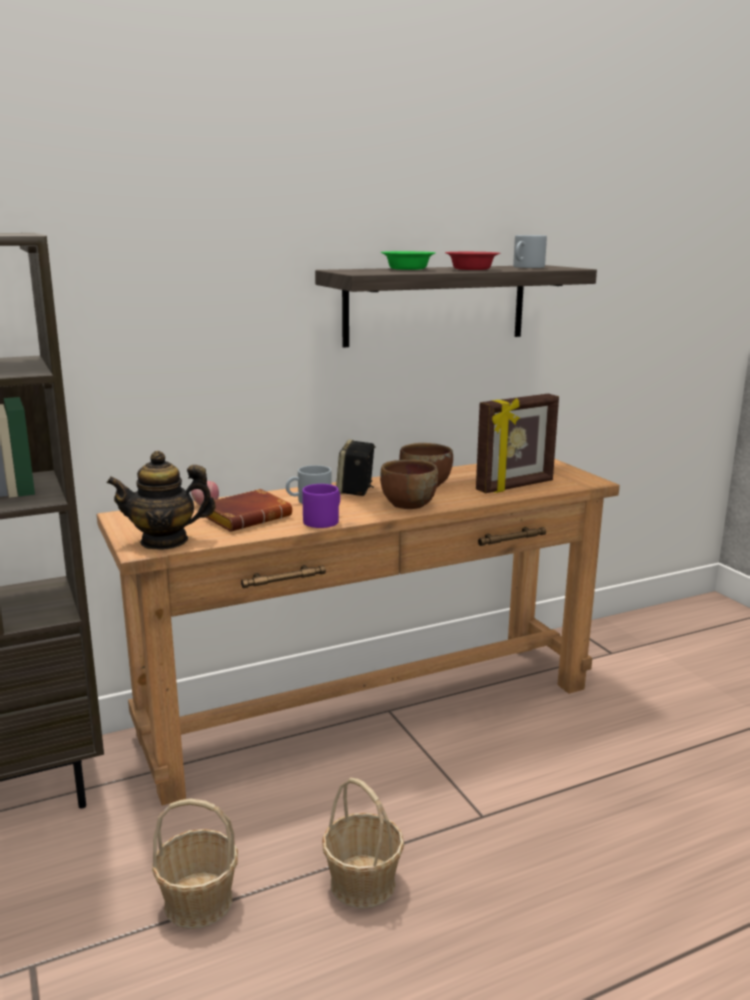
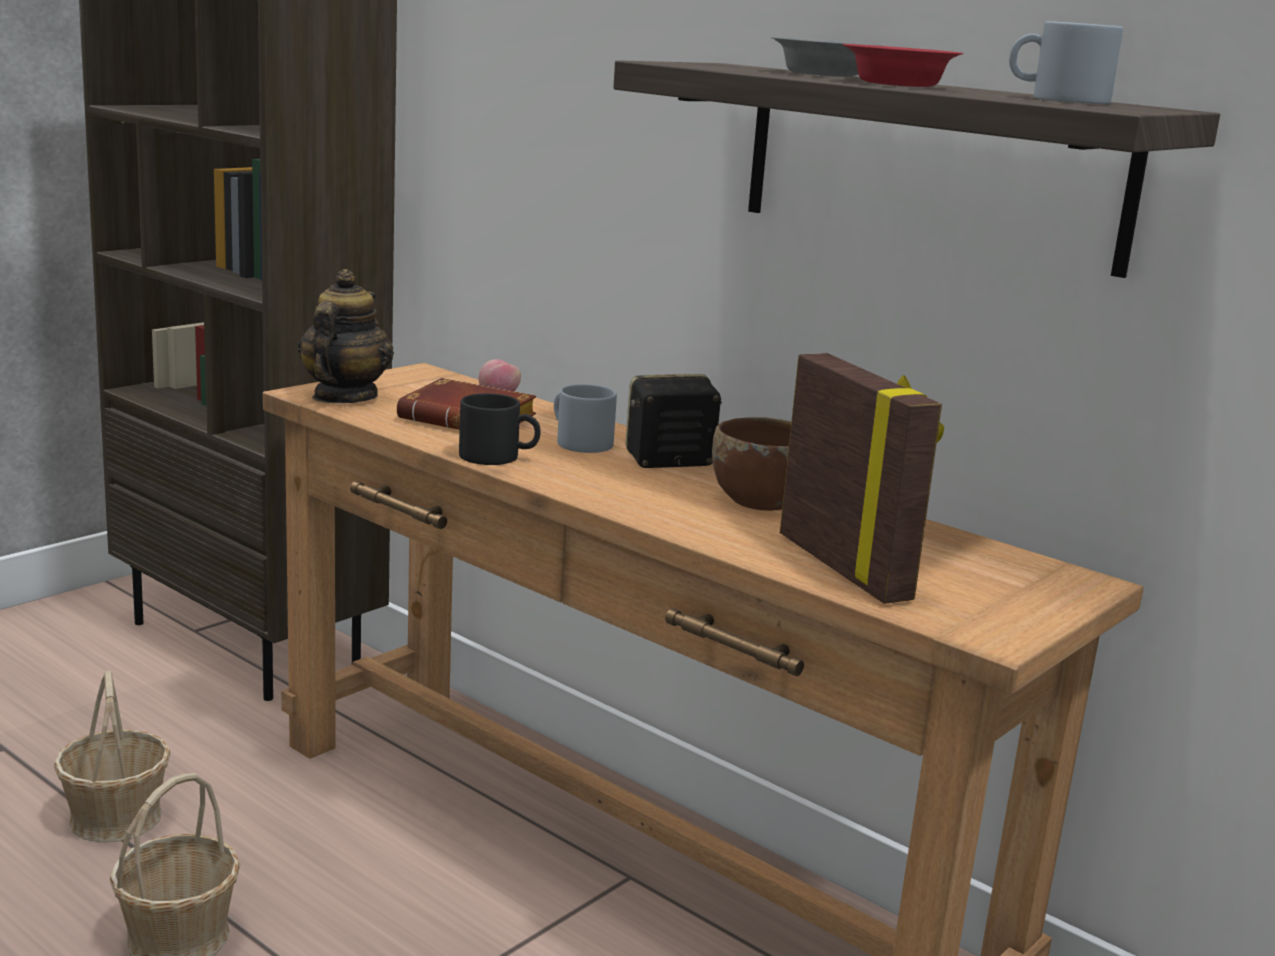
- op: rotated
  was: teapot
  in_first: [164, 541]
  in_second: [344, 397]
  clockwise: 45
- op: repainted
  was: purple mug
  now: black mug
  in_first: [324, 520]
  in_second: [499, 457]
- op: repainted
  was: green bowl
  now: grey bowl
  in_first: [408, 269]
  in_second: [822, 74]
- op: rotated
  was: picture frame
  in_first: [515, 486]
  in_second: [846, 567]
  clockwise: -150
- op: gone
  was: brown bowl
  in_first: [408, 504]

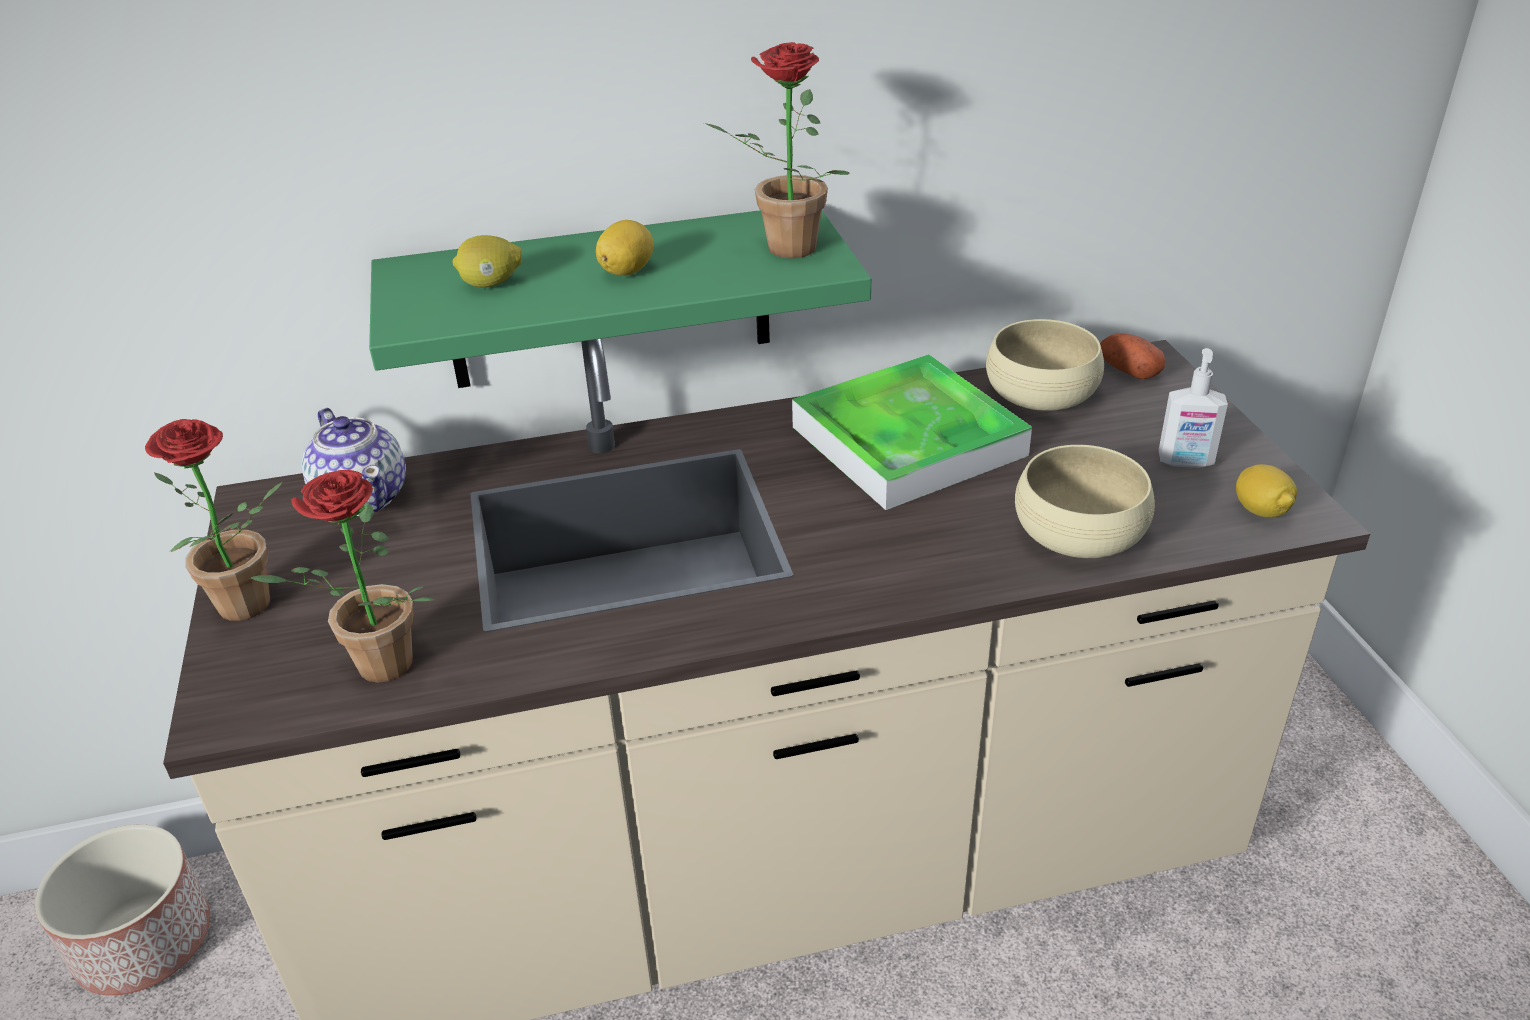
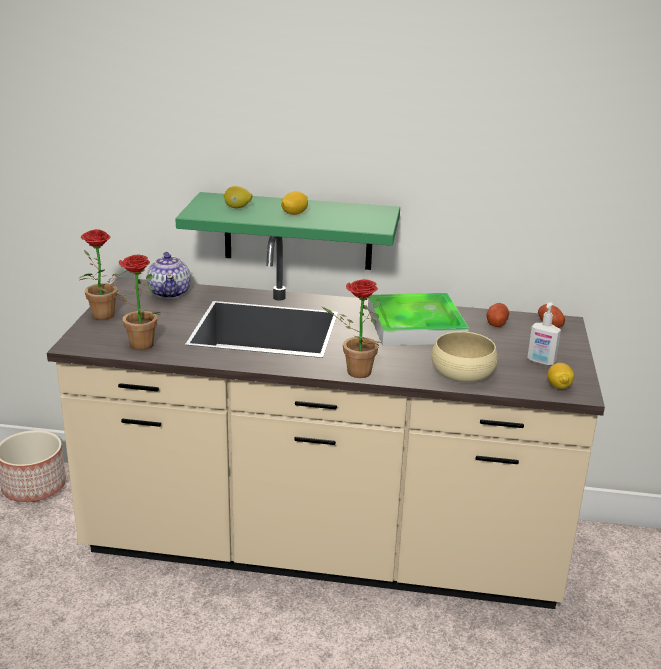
- op: shifted
  was: potted plant
  in_first: [782, 250]
  in_second: [353, 372]
- op: swapped
  was: beige bowl
  now: potato
  in_first: [1041, 394]
  in_second: [496, 323]

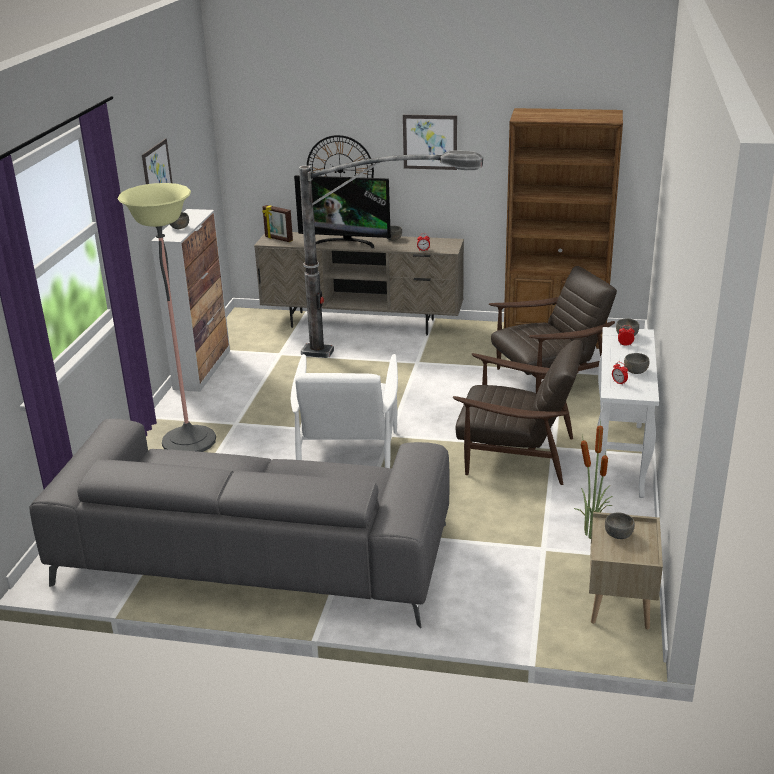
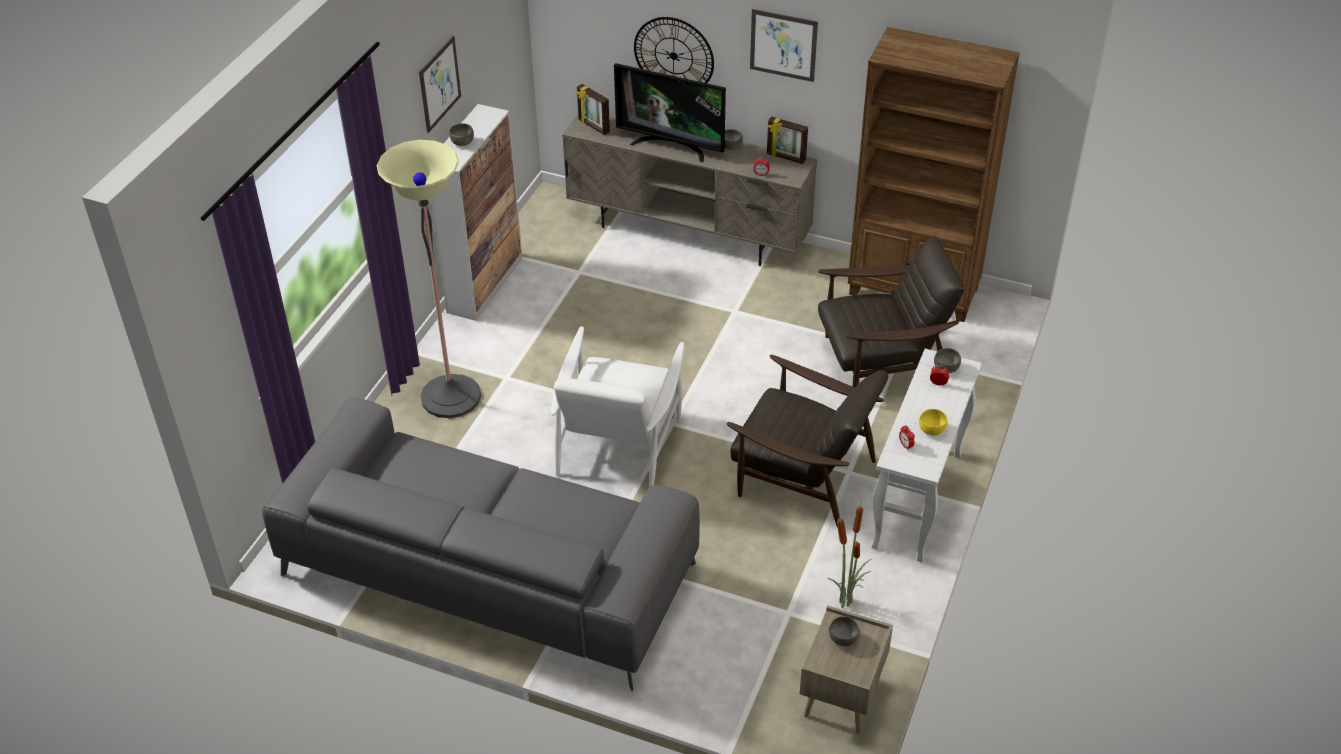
- op: new
  now: picture frame
  in_second: [785, 157]
- op: repainted
  was: grey bowl
  now: yellow bowl
  in_first: [635, 371]
  in_second: [931, 429]
- op: gone
  was: floor lamp
  in_first: [389, 358]

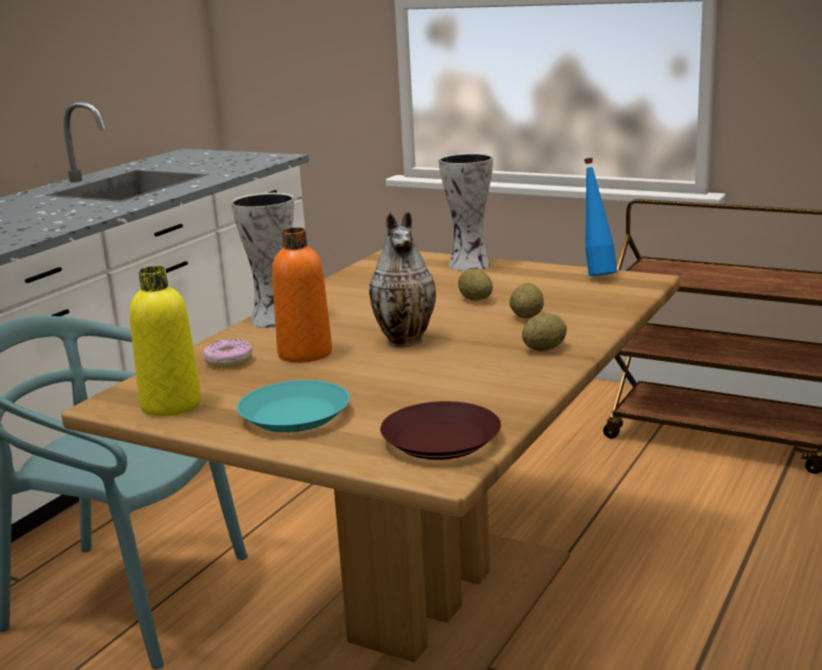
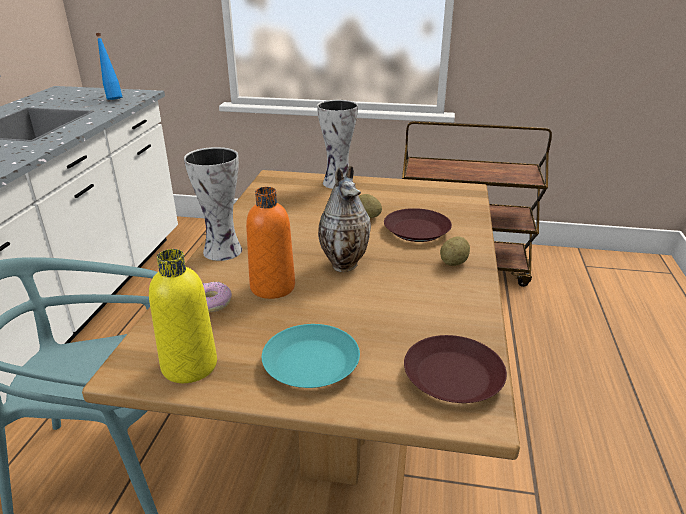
- op: shifted
  was: blue bottle
  in_first: [596, 274]
  in_second: [113, 99]
- op: swapped
  was: potato
  now: brown plate
  in_first: [527, 316]
  in_second: [416, 230]

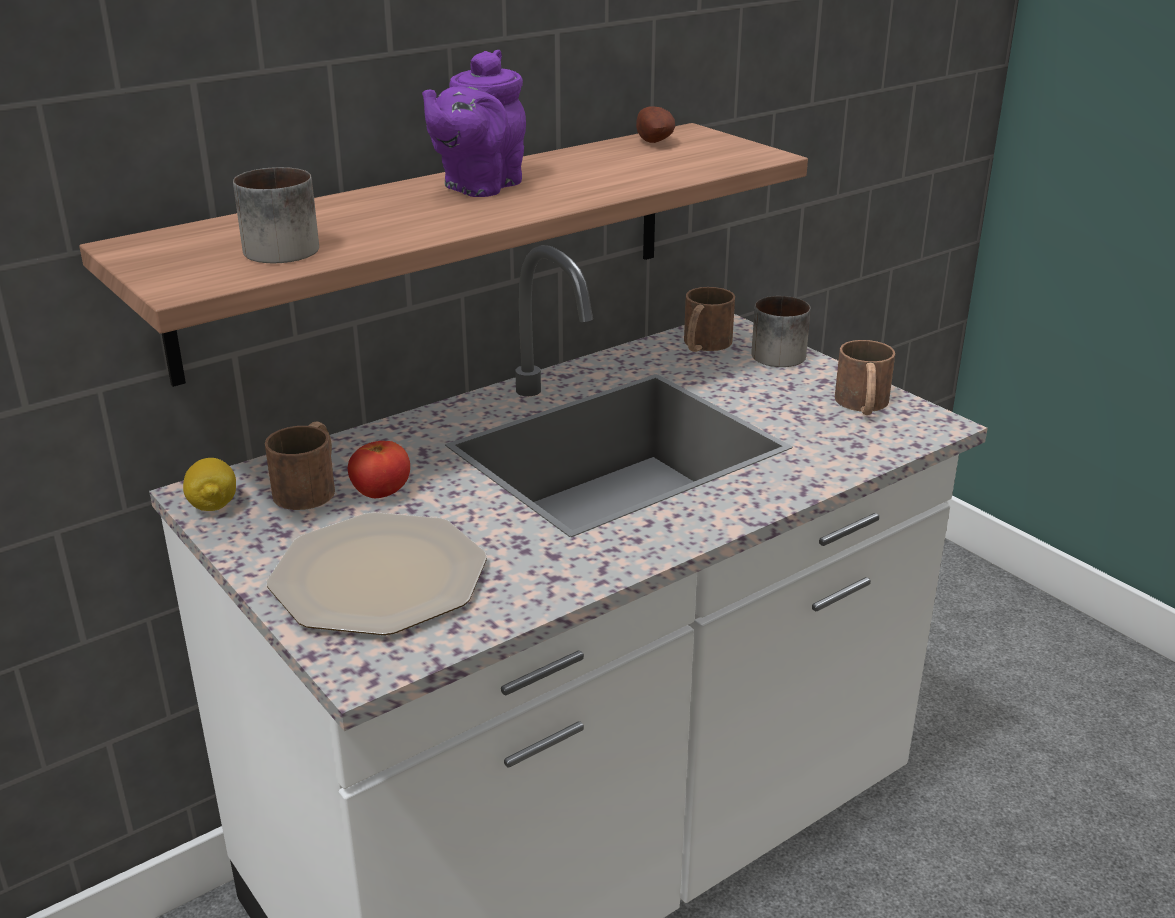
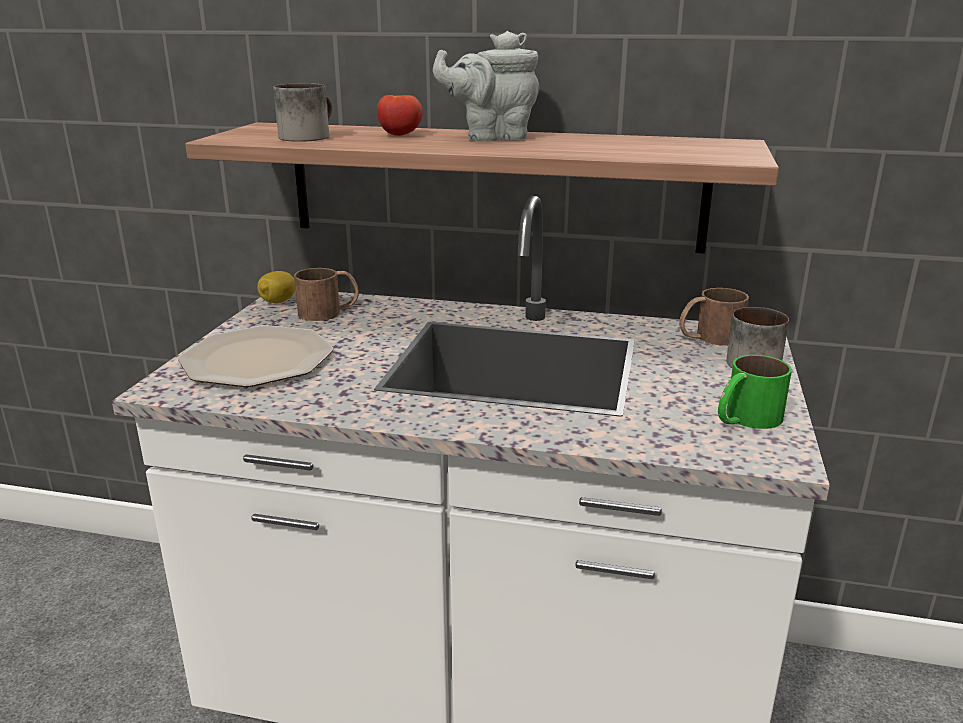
- op: shifted
  was: tomato
  in_first: [381, 493]
  in_second: [400, 135]
- op: repainted
  was: purple teapot
  now: grey teapot
  in_first: [478, 187]
  in_second: [492, 137]
- op: repainted
  was: brown mug
  now: green mug
  in_first: [863, 405]
  in_second: [745, 419]
- op: gone
  was: potato
  in_first: [655, 141]

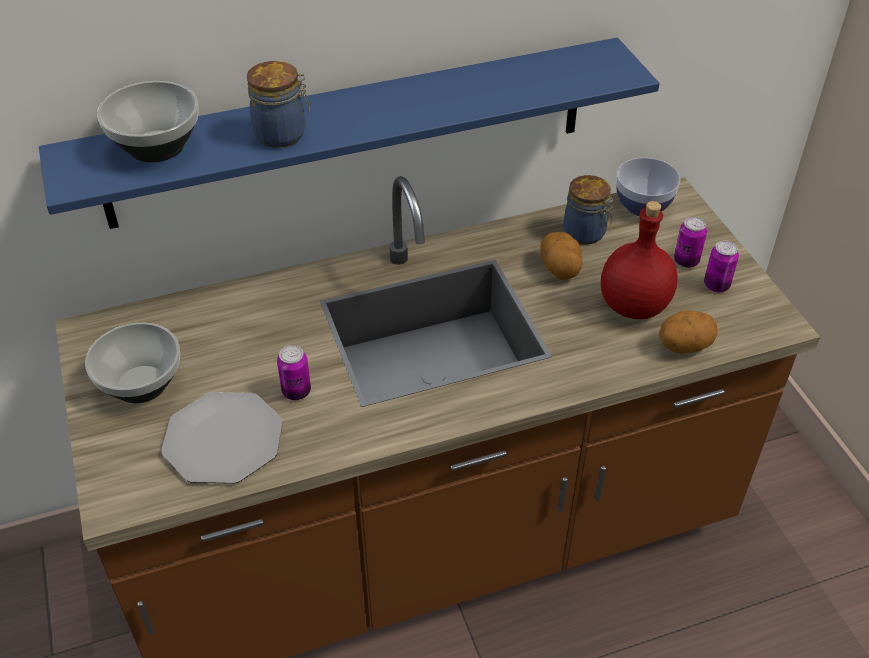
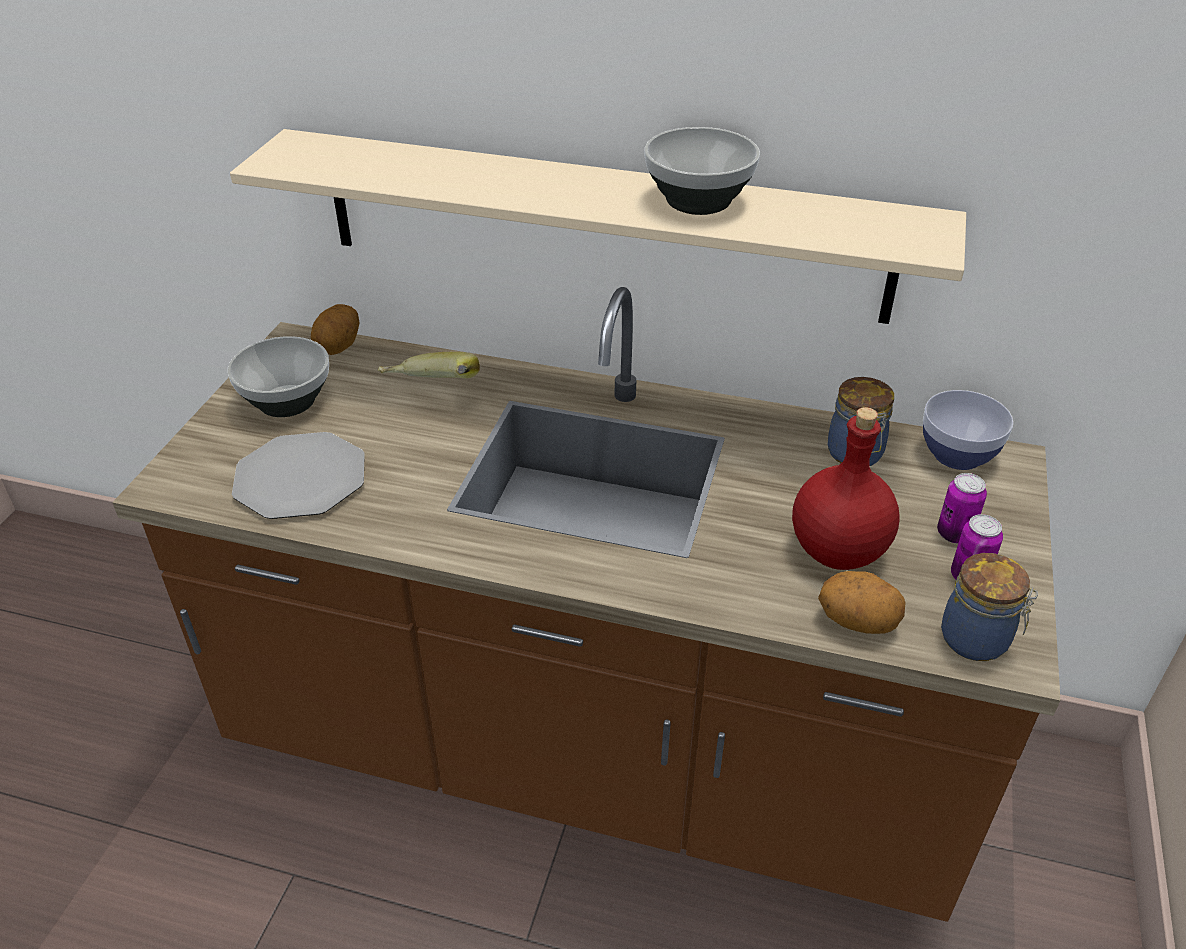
- op: repainted
  was: blue shelf
  now: beige shelf
  in_first: [350, 133]
  in_second: [601, 225]
- op: shifted
  was: potato
  in_first: [560, 269]
  in_second: [339, 347]
- op: new
  now: banana
  in_second: [431, 392]
- op: shifted
  was: bowl
  in_first: [155, 147]
  in_second: [696, 201]
- op: shifted
  was: jar
  in_first: [282, 134]
  in_second: [977, 640]
- op: gone
  was: can
  in_first: [296, 391]

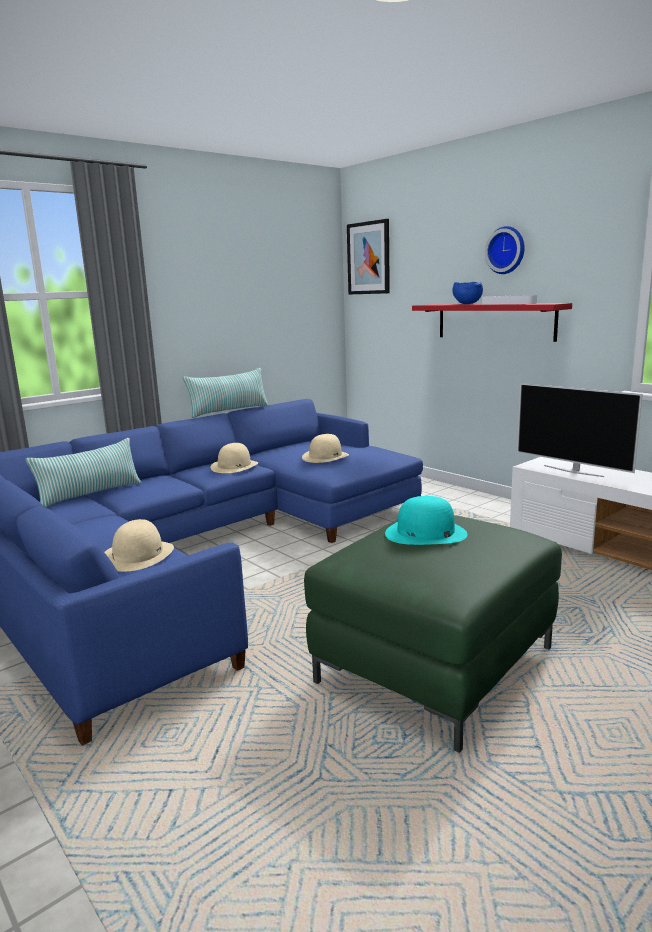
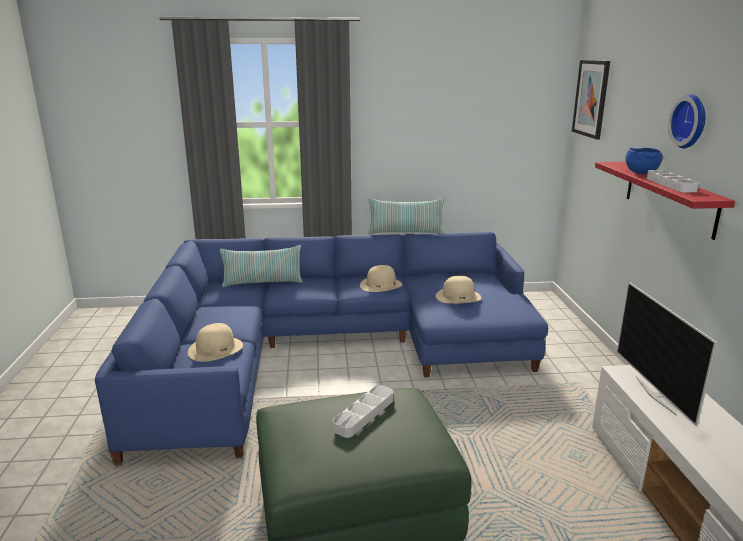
- op: swapped
  was: turquoise hat
  now: grey tray
  in_first: [425, 533]
  in_second: [364, 414]

